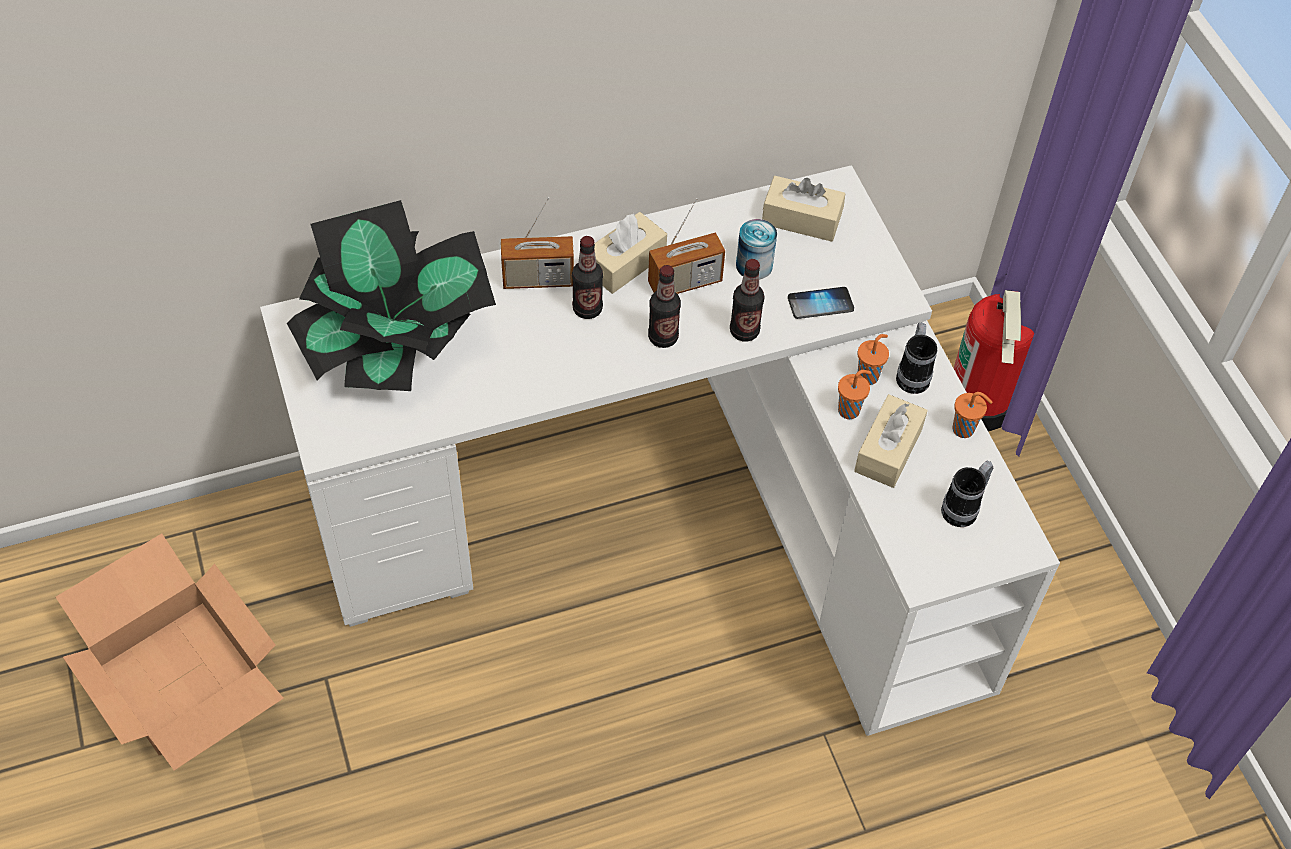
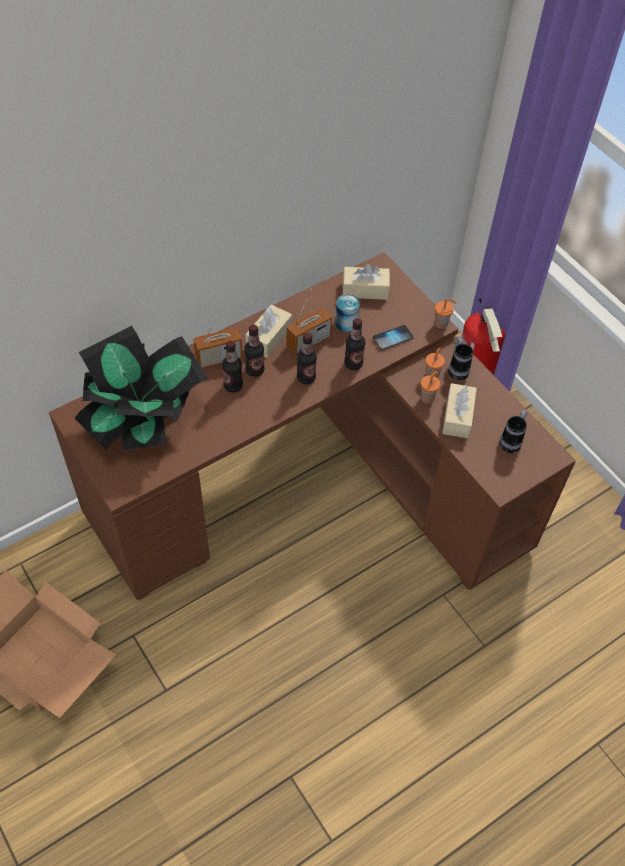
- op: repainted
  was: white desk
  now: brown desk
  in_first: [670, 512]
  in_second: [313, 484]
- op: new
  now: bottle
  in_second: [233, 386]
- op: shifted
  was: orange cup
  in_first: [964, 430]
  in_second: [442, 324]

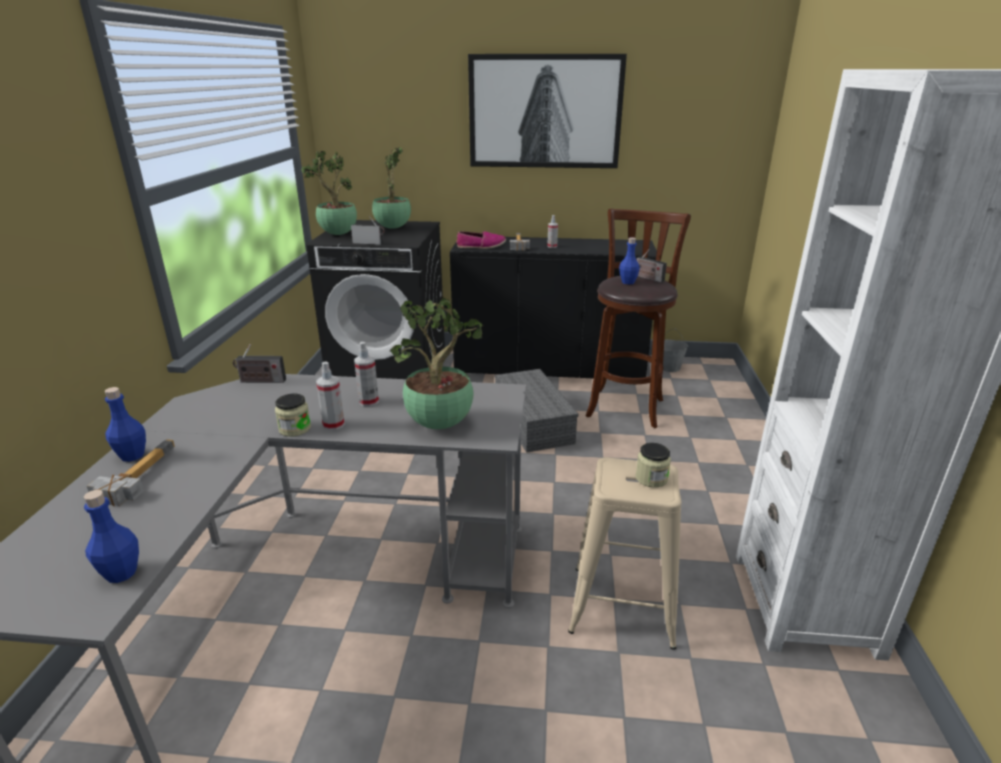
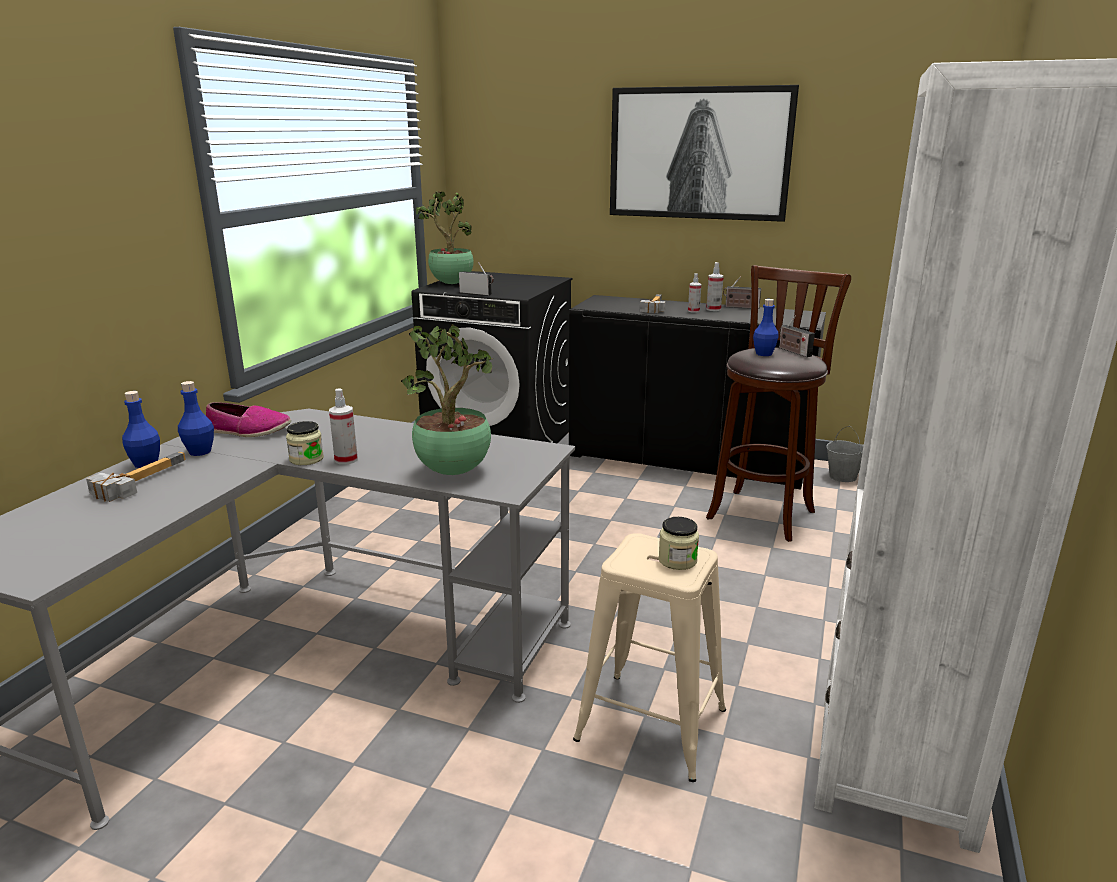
- op: shifted
  was: blue bottle
  in_first: [121, 573]
  in_second: [200, 452]
- op: shifted
  was: shoe
  in_first: [481, 246]
  in_second: [249, 431]
- op: shifted
  was: spray bottle
  in_first: [368, 401]
  in_second: [713, 309]
- op: shifted
  was: radio
  in_first: [261, 381]
  in_second: [740, 307]
- op: gone
  was: potted plant
  in_first: [393, 227]
- op: gone
  was: grey storage box
  in_first: [531, 422]

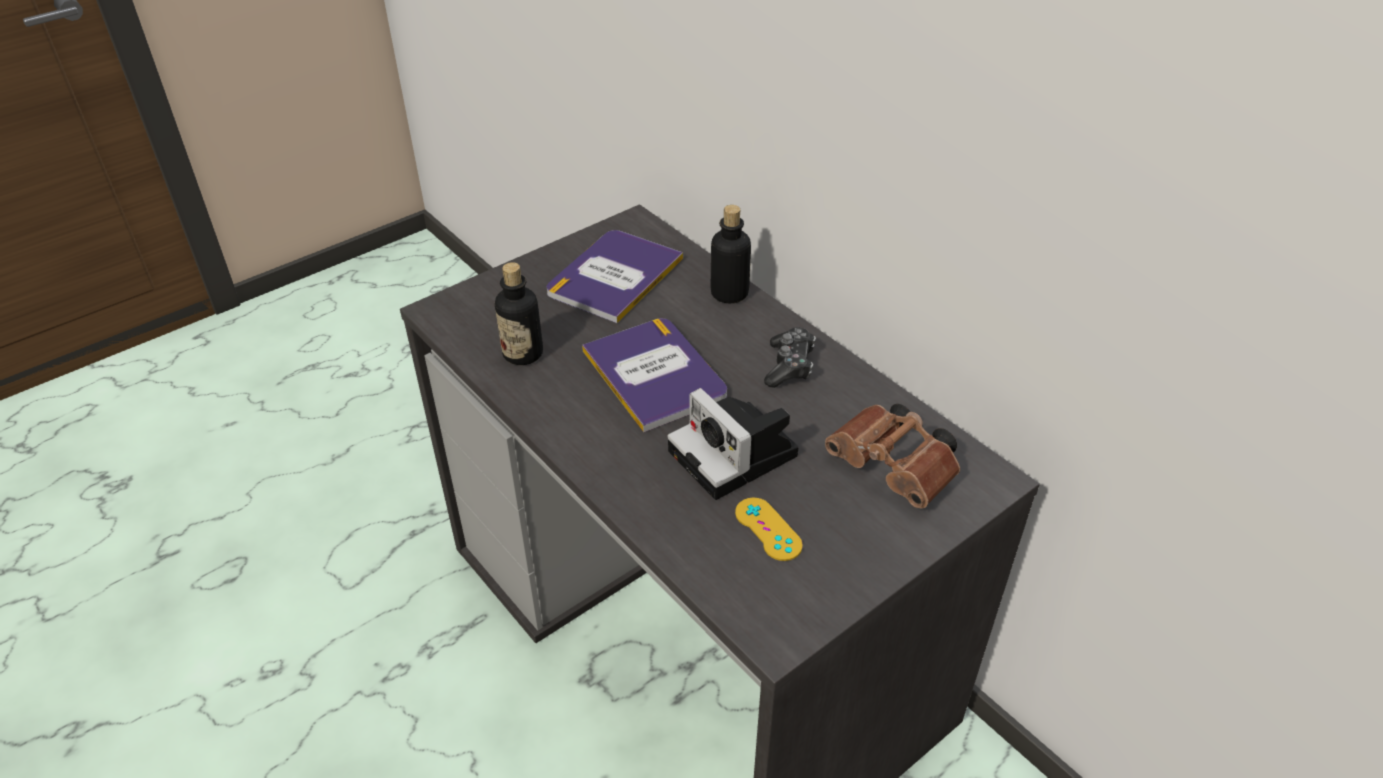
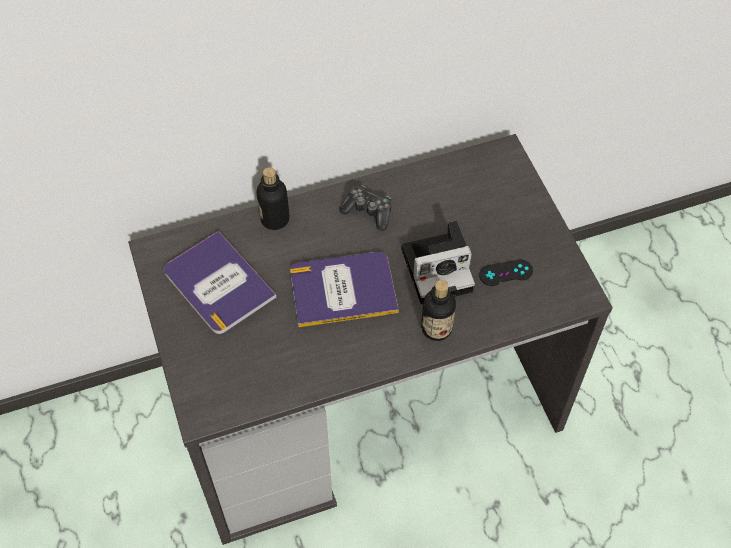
- op: shifted
  was: bottle
  in_first: [523, 353]
  in_second: [436, 328]
- op: repainted
  was: yellow game controller
  now: black game controller
  in_first: [768, 529]
  in_second: [506, 273]
- op: gone
  was: brown binoculars
  in_first: [896, 470]

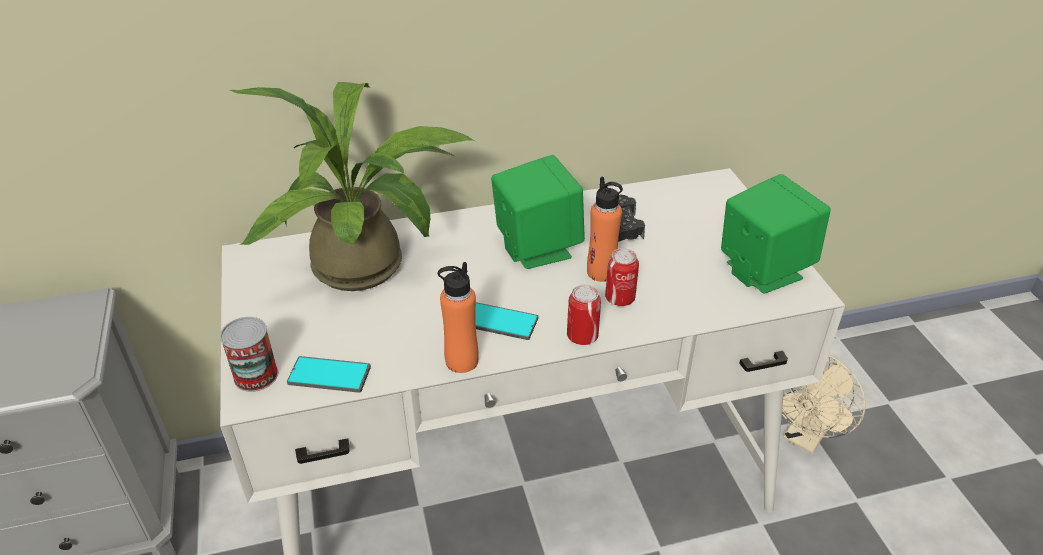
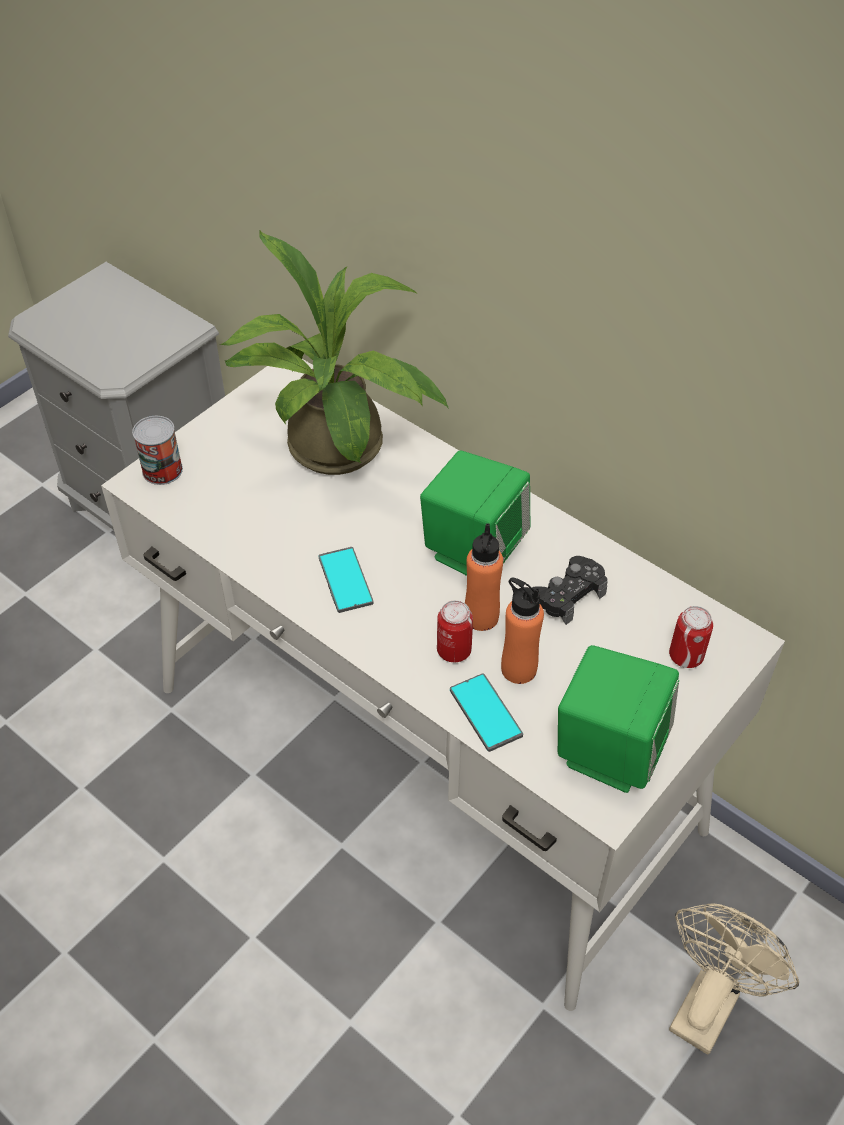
- op: shifted
  was: phone
  in_first: [329, 375]
  in_second: [486, 712]
- op: shifted
  was: orange bottle
  in_first: [461, 361]
  in_second: [518, 669]
- op: shifted
  was: can
  in_first: [582, 336]
  in_second: [686, 656]
- op: rotated
  was: beige fan
  in_first: [805, 437]
  in_second: [708, 1001]
  clockwise: 120

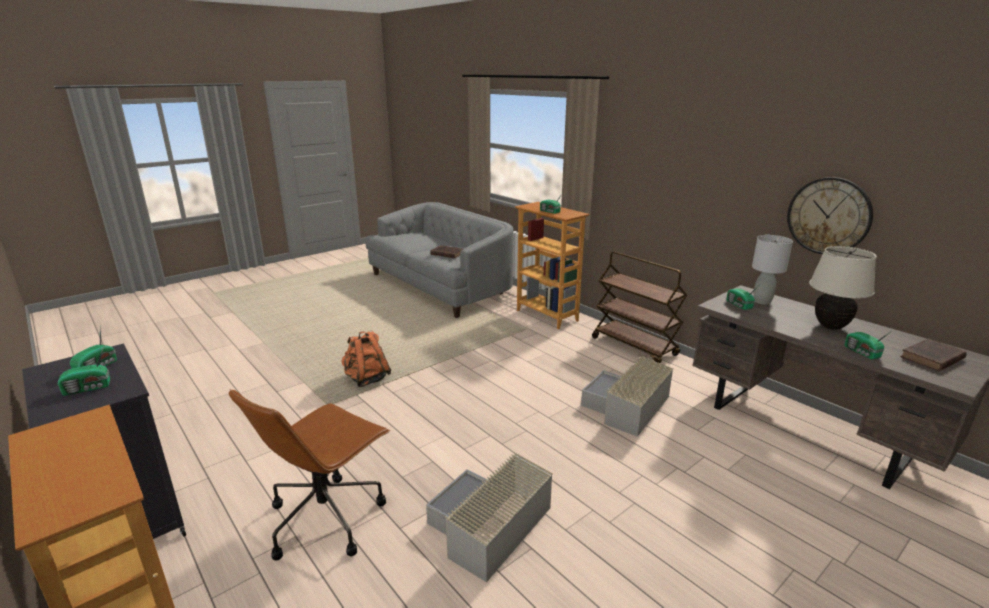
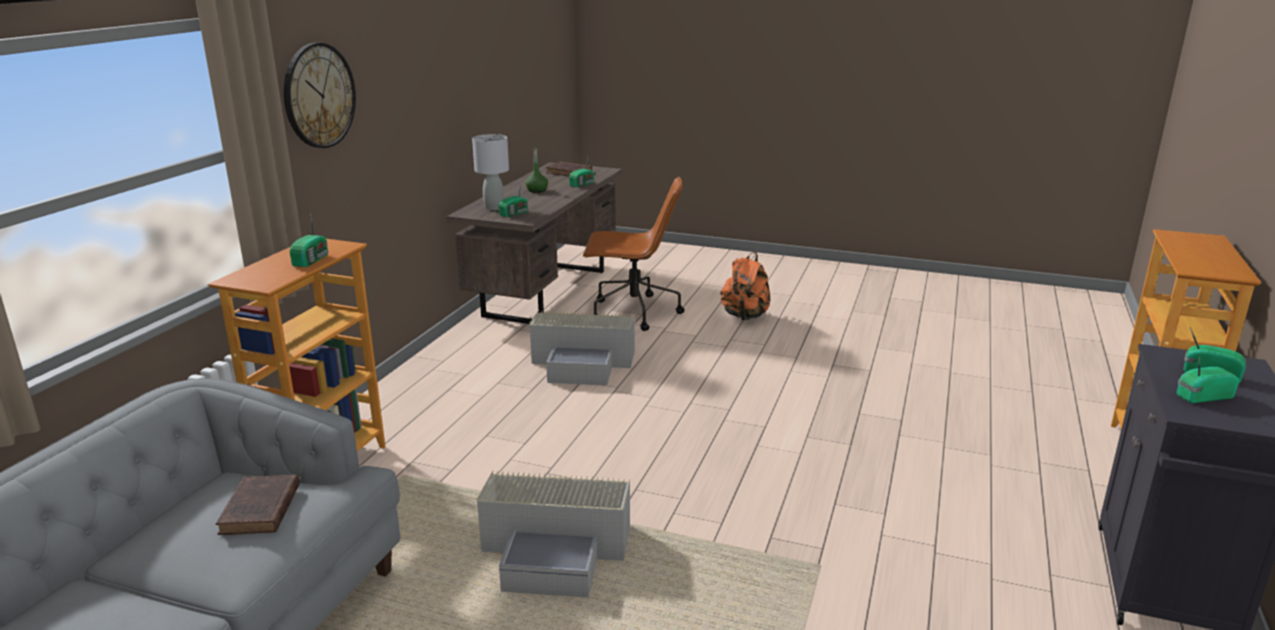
- op: shifted
  was: wall clock
  in_first: [828, 216]
  in_second: [319, 96]
- op: shifted
  was: grey storage box
  in_first: [488, 526]
  in_second: [557, 550]
- op: swapped
  was: beige table lamp
  now: green bottle
  in_first: [831, 327]
  in_second: [537, 190]
- op: shifted
  was: brown office chair
  in_first: [327, 517]
  in_second: [632, 313]
- op: shifted
  was: orange backpack
  in_first: [367, 379]
  in_second: [745, 316]
- op: gone
  was: brown cart
  in_first: [635, 346]

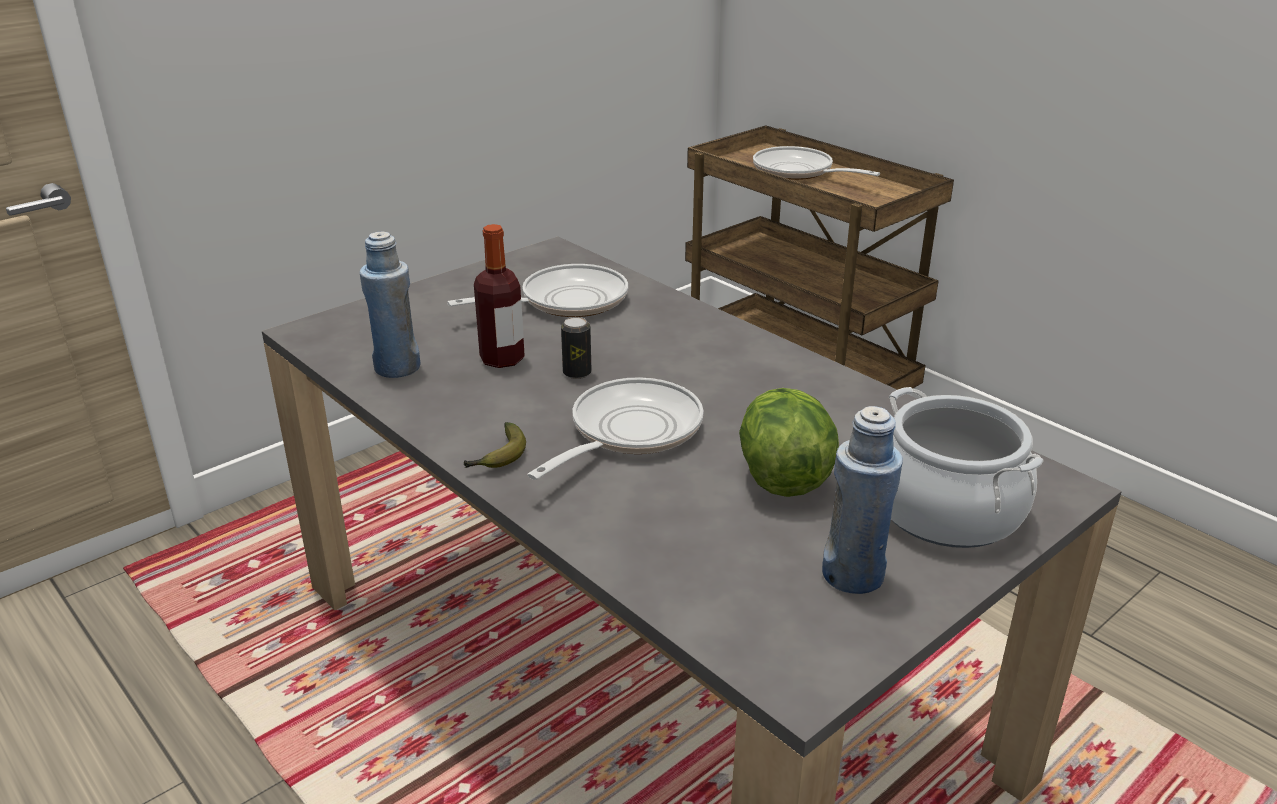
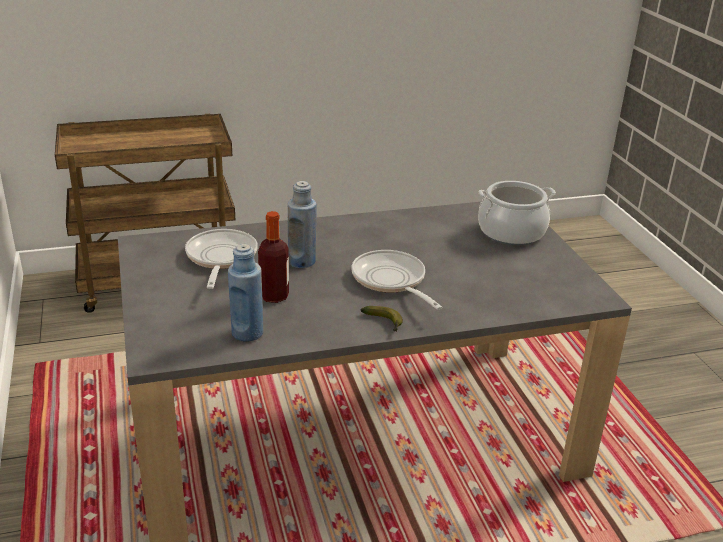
- op: shifted
  was: blue bottle
  in_first: [853, 575]
  in_second: [301, 261]
- op: gone
  was: can
  in_first: [577, 373]
- op: gone
  was: lettuce
  in_first: [783, 474]
- op: gone
  was: frying pan
  in_first: [798, 172]

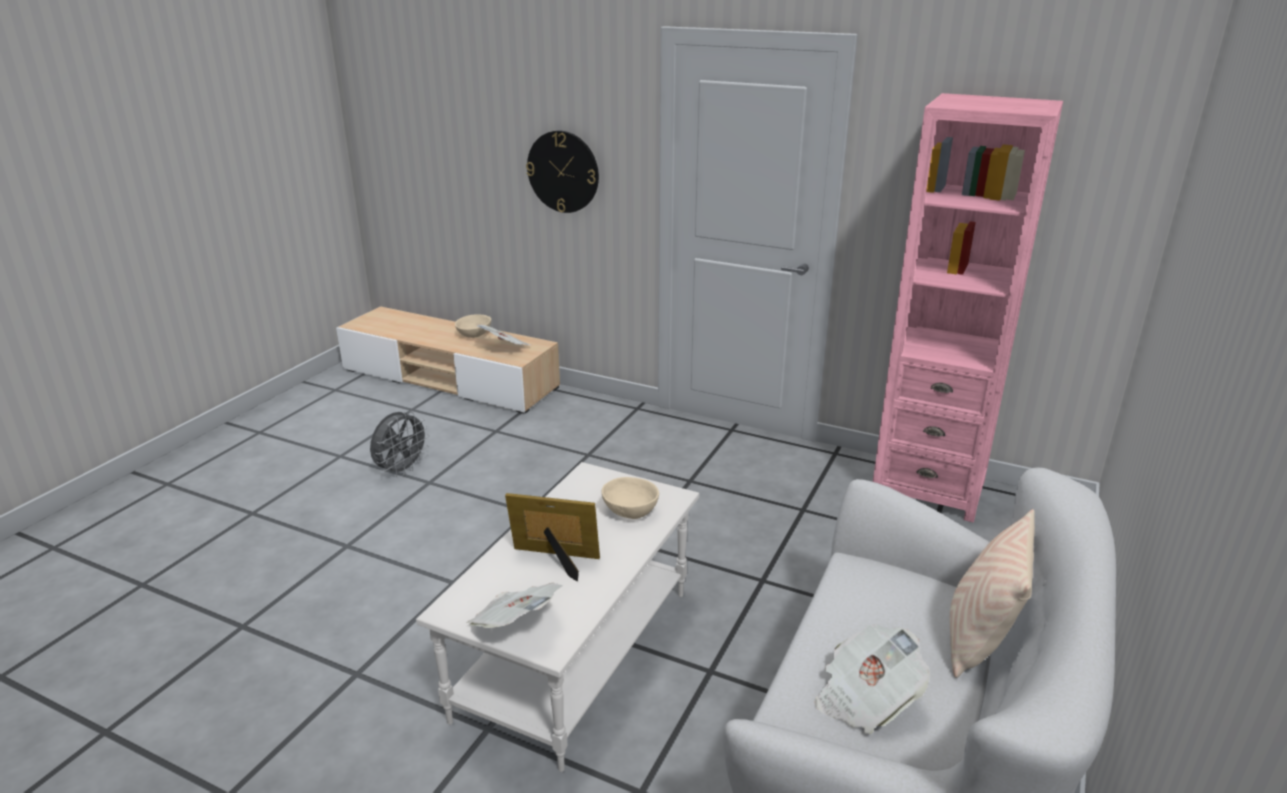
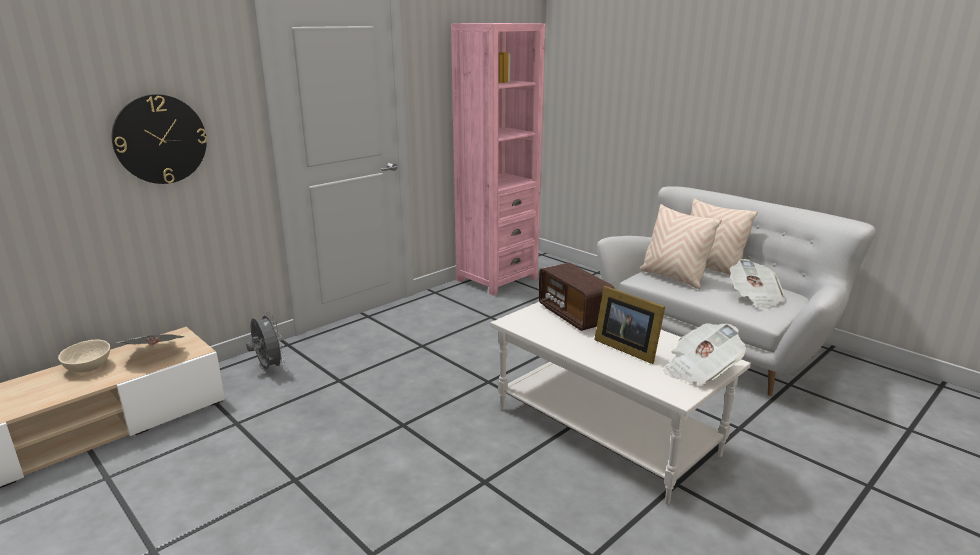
- op: shifted
  was: grey fan
  in_first: [402, 470]
  in_second: [268, 368]
- op: swapped
  was: beige bowl
  now: radio
  in_first: [630, 511]
  in_second: [574, 315]
- op: rotated
  was: picture frame
  in_first: [556, 560]
  in_second: [626, 347]
  clockwise: -75
- op: new
  now: beige pillow
  in_second: [673, 278]

